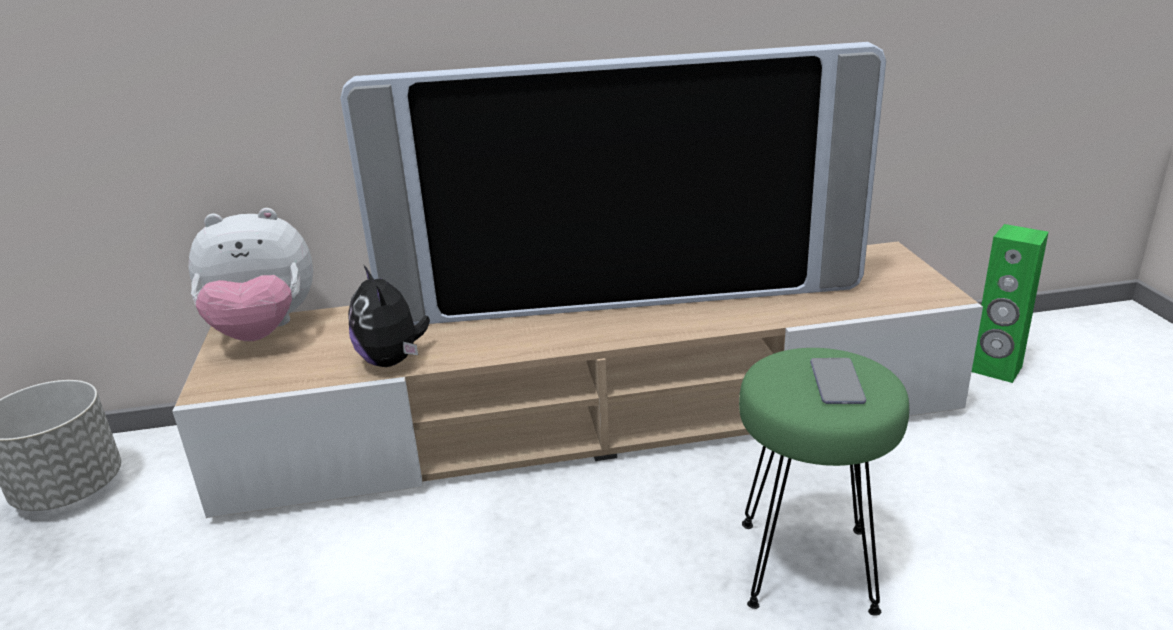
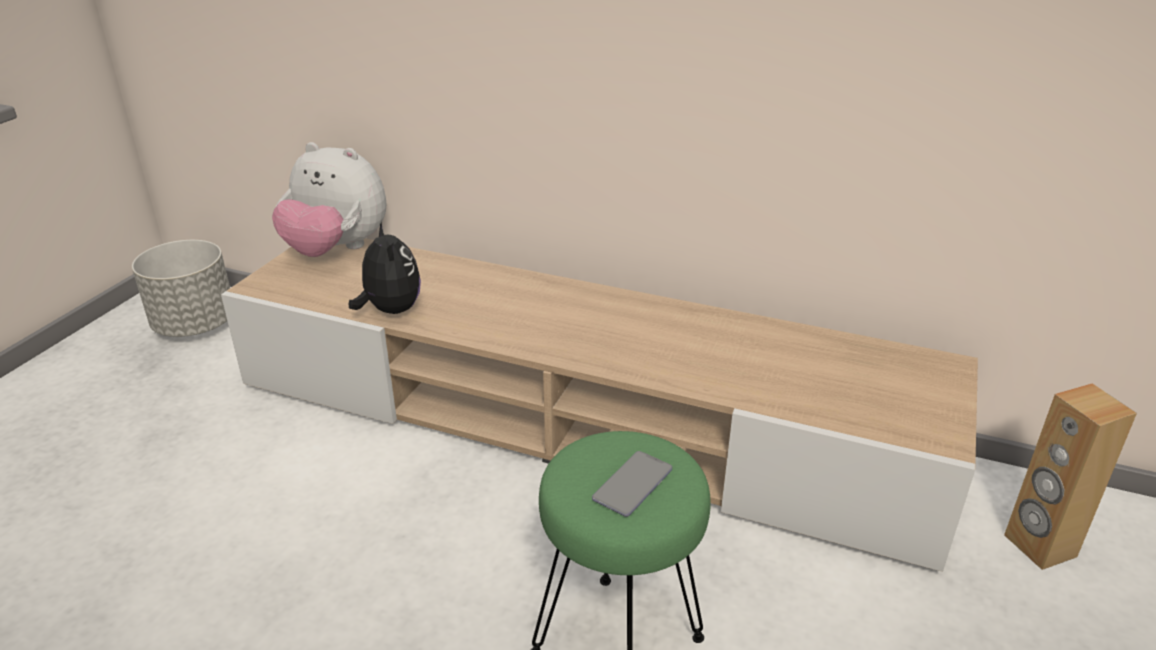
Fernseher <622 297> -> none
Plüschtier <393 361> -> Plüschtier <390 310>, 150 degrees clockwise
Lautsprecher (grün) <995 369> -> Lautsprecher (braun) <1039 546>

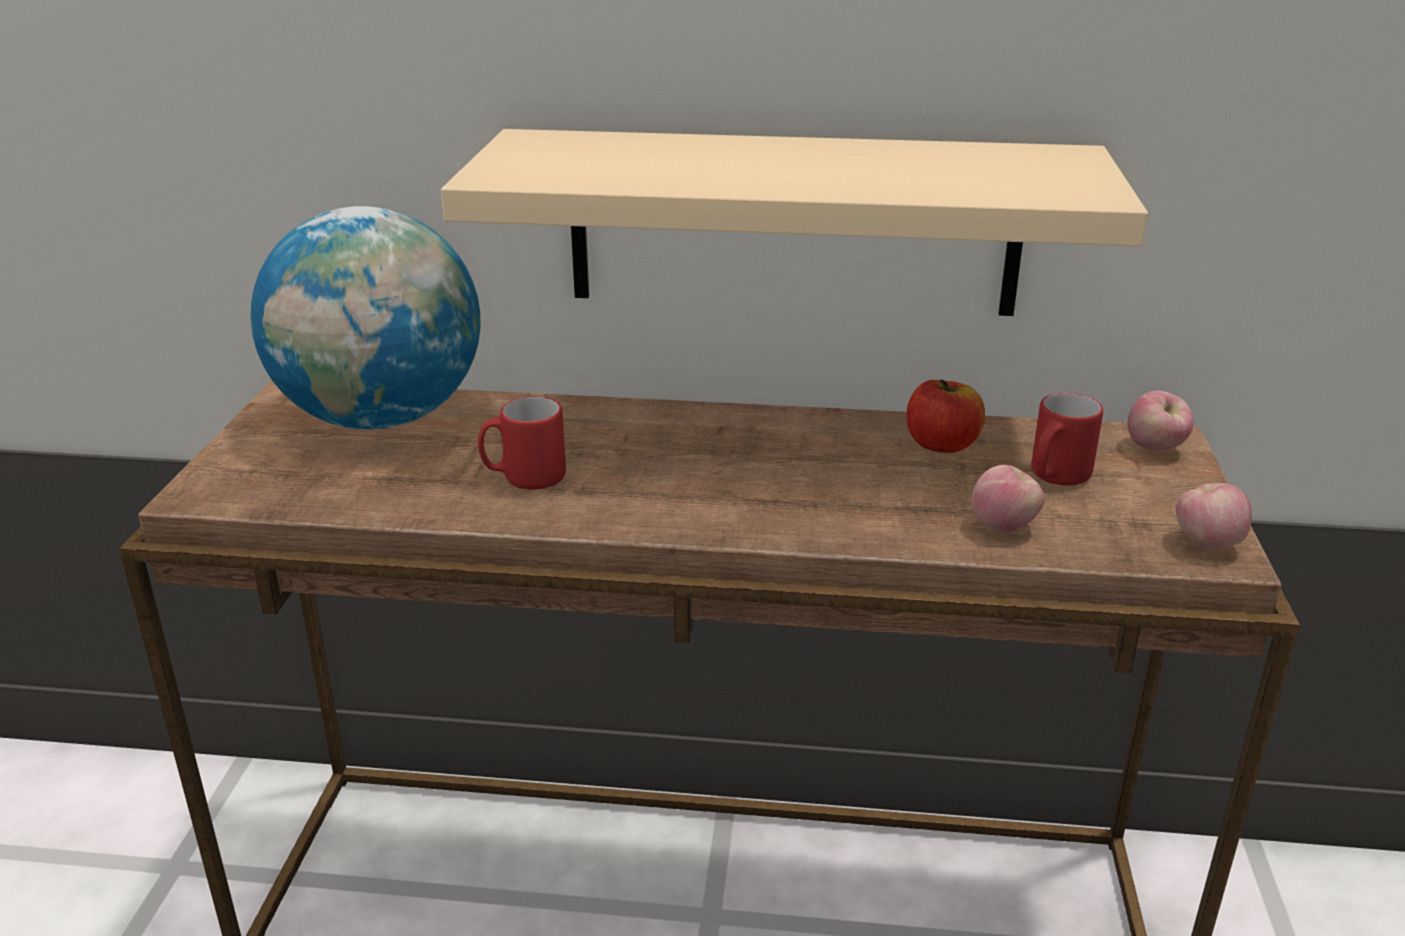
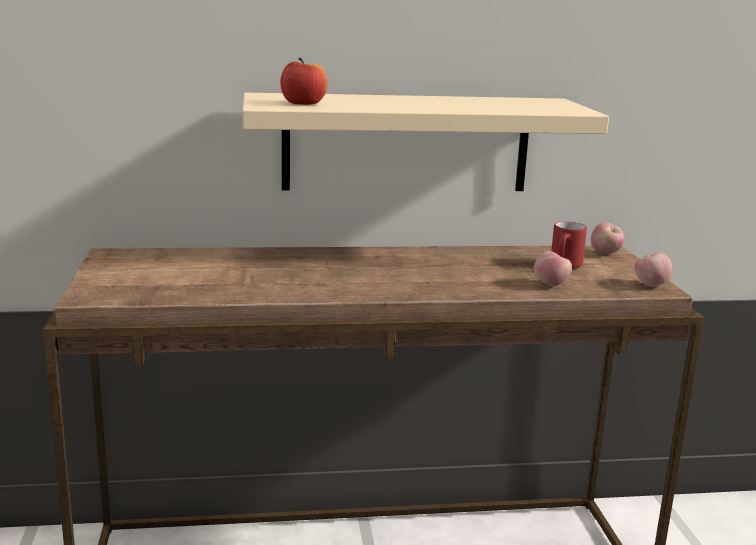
Globus <382 418> -> none
Henkelbecher (rot) <524 479> -> none
Apfel <942 445> -> Apfel <303 103>, move

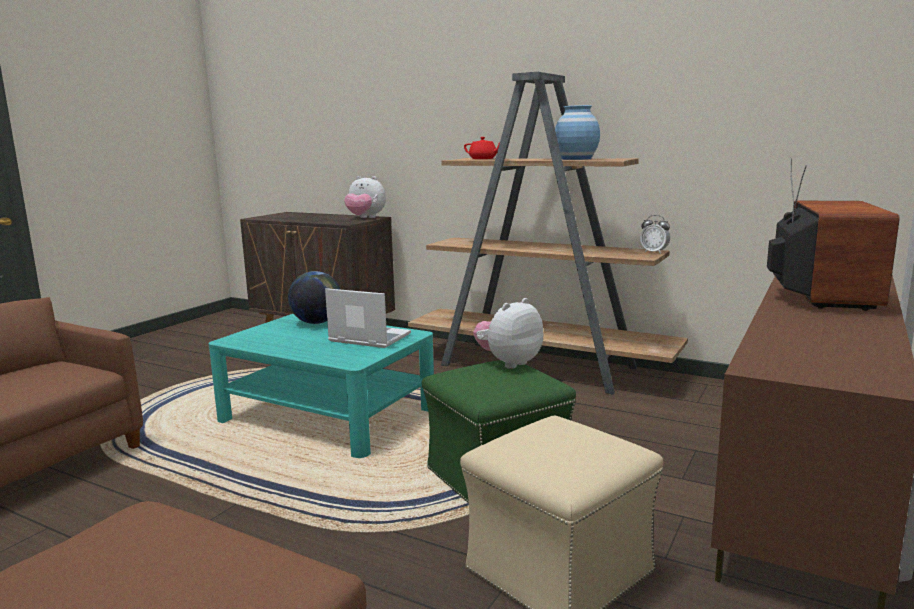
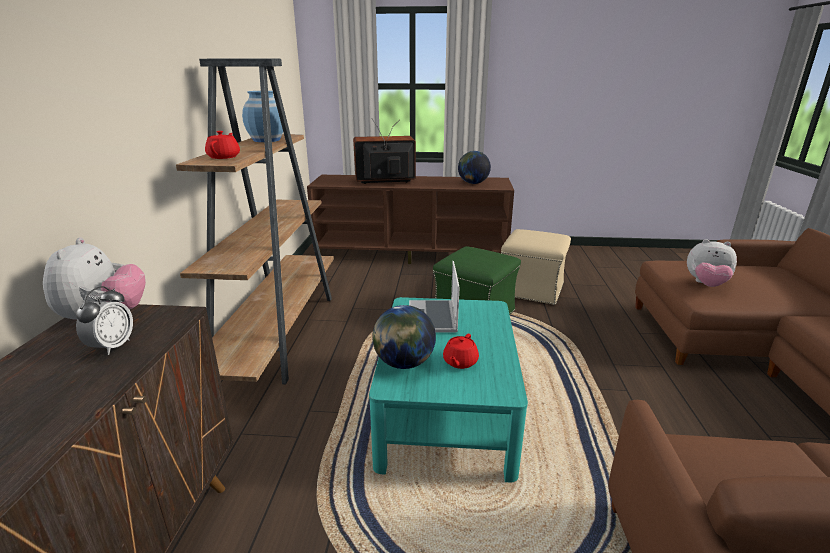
Plüschtier <509 363> -> Plüschtier <706 284>, move
Wecker <654 252> -> Wecker <112 346>, move
none -> Teekanne (rot) <460 362>
none -> Globus <473 183>

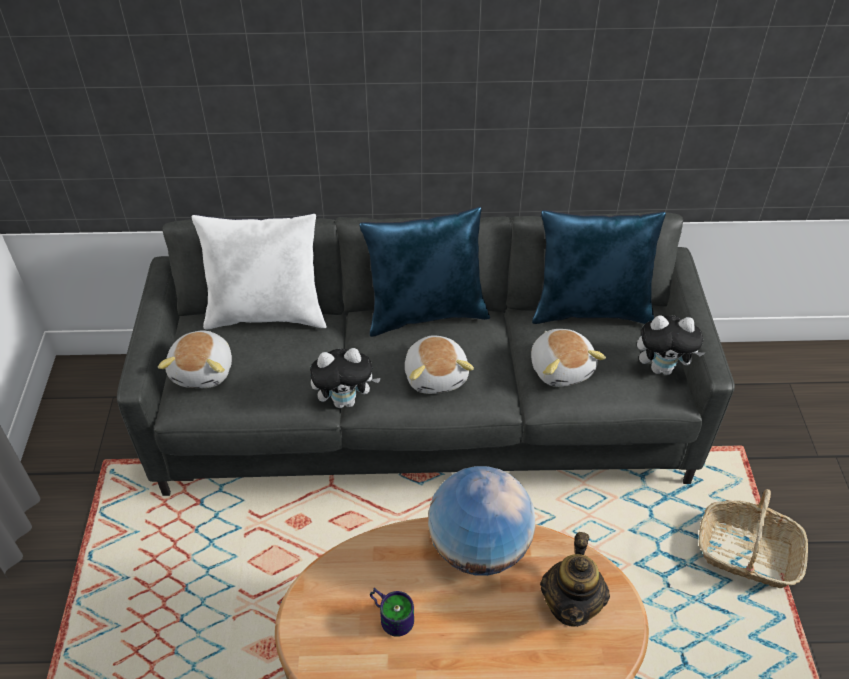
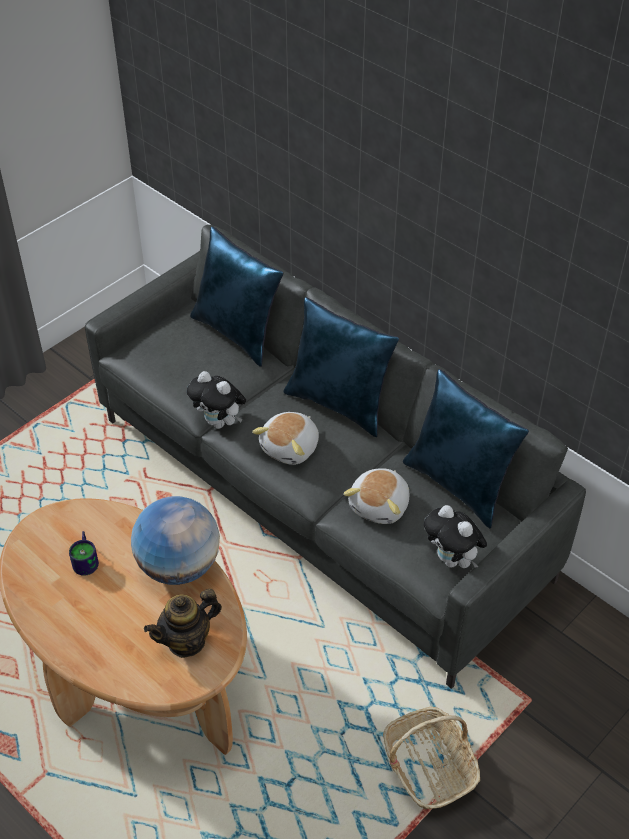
Plüschtier <204 370> -> none
Kissen (weiß) <268 314> -> Kissen (blau) <238 333>

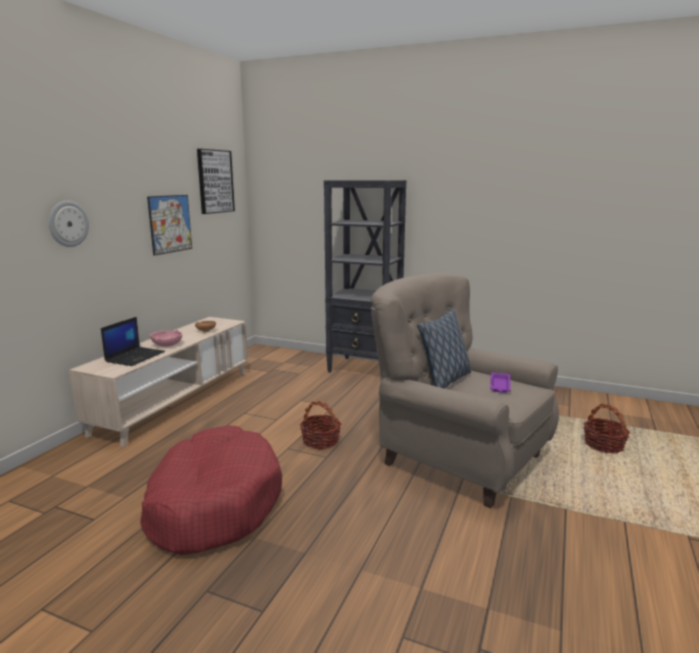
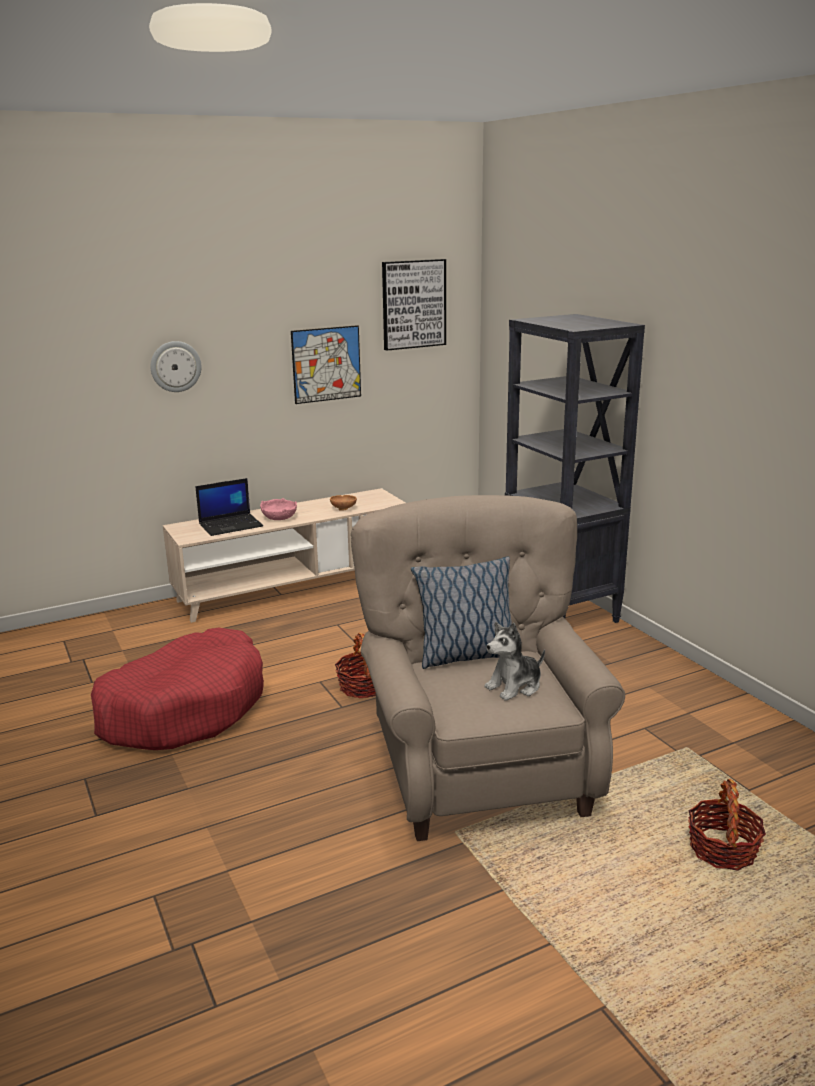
Tablett (lila) <500 385> -> Plüschtier <515 686>

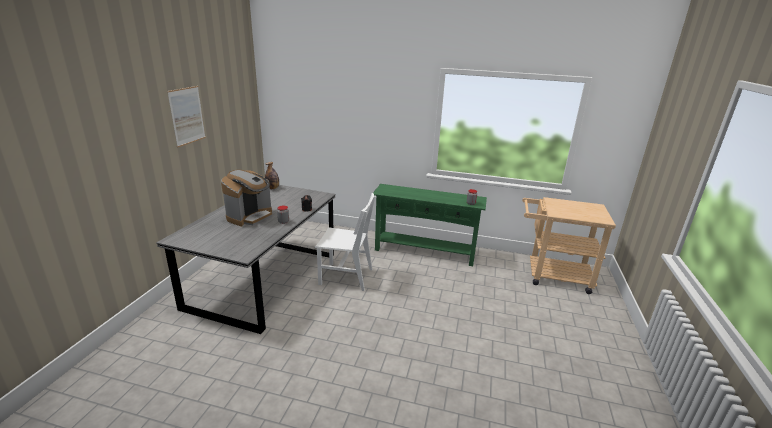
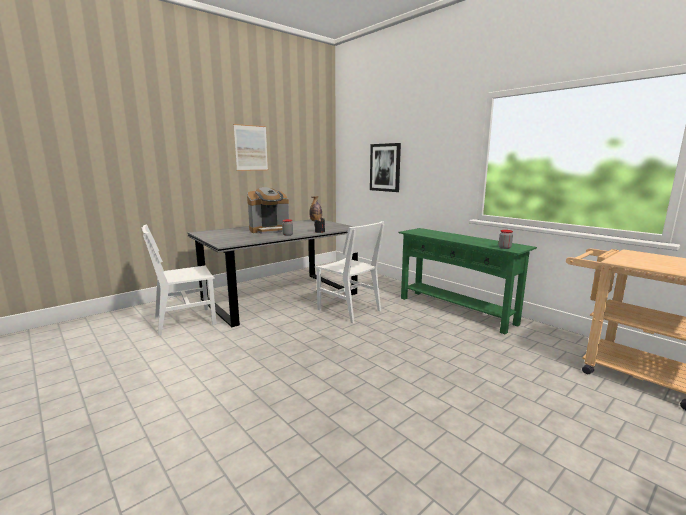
none -> Stuhl (weiß) <185 321>
none -> Bild <385 167>

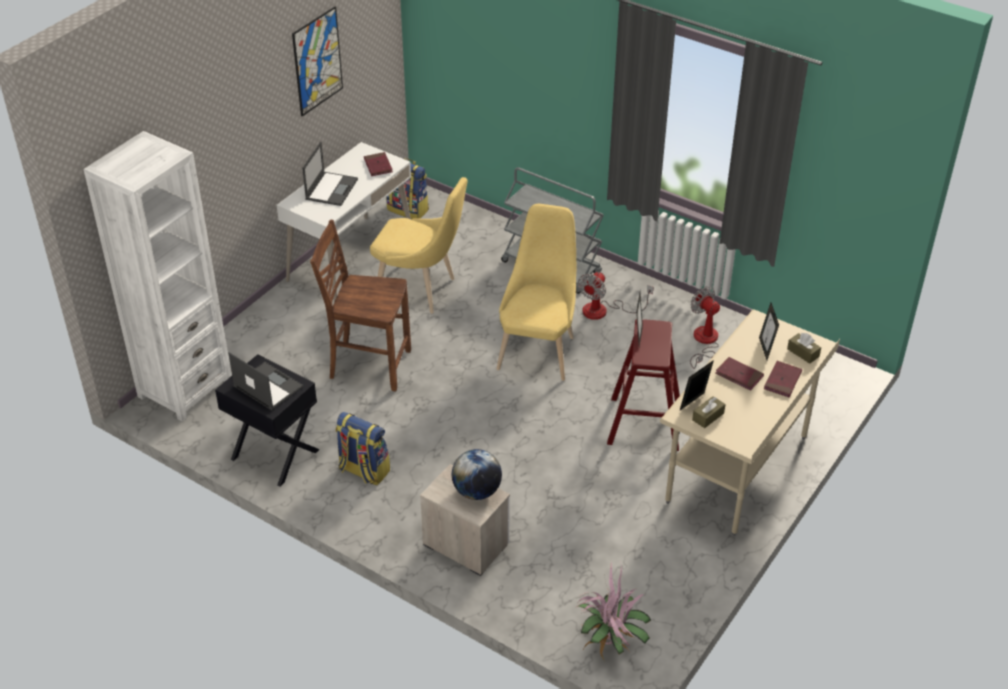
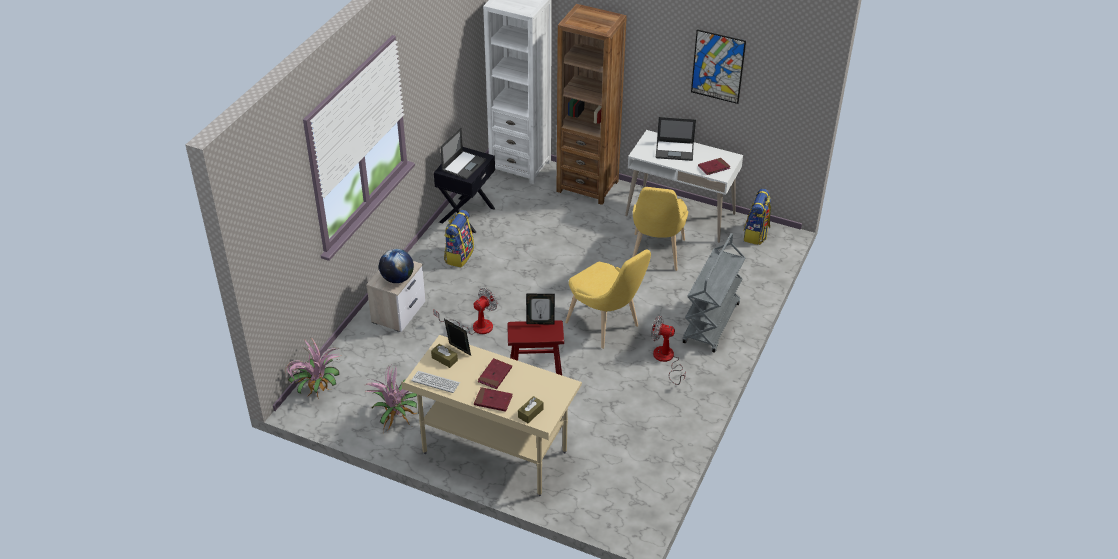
Stuhl (braun) <368 365> -> none
Stuhl (gelb) <538 349> -> Stuhl (gelb) <606 326>, 45 degrees clockwise
Ventilator <704 342> -> Ventilator <475 326>, move
Bilderrahmen <765 349> -> none
none -> Topfpflanze <398 418>
none -> Tastatur <435 382>
none -> Bücherregal (braun) <587 186>

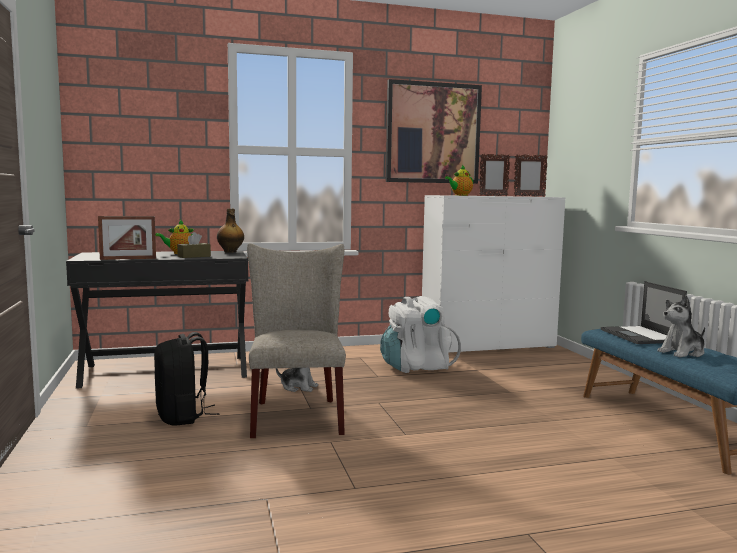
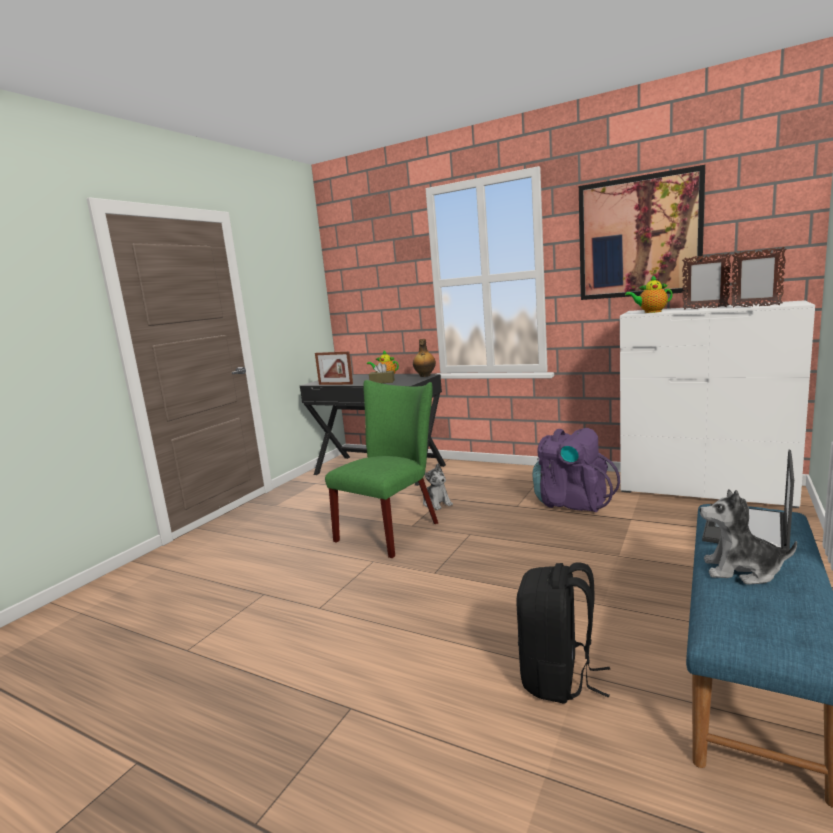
Rucksack (schwarz) <183 417> -> Rucksack (schwarz) <558 678>, move
Stuhl (beige) <296 414> -> Stuhl (grün) <392 529>
Rucksack (weiß) <416 367> -> Rucksack (lila) <572 502>

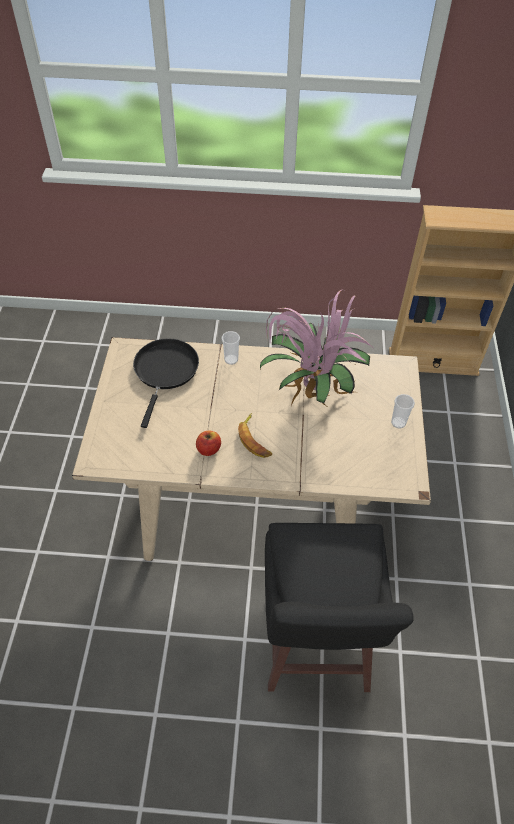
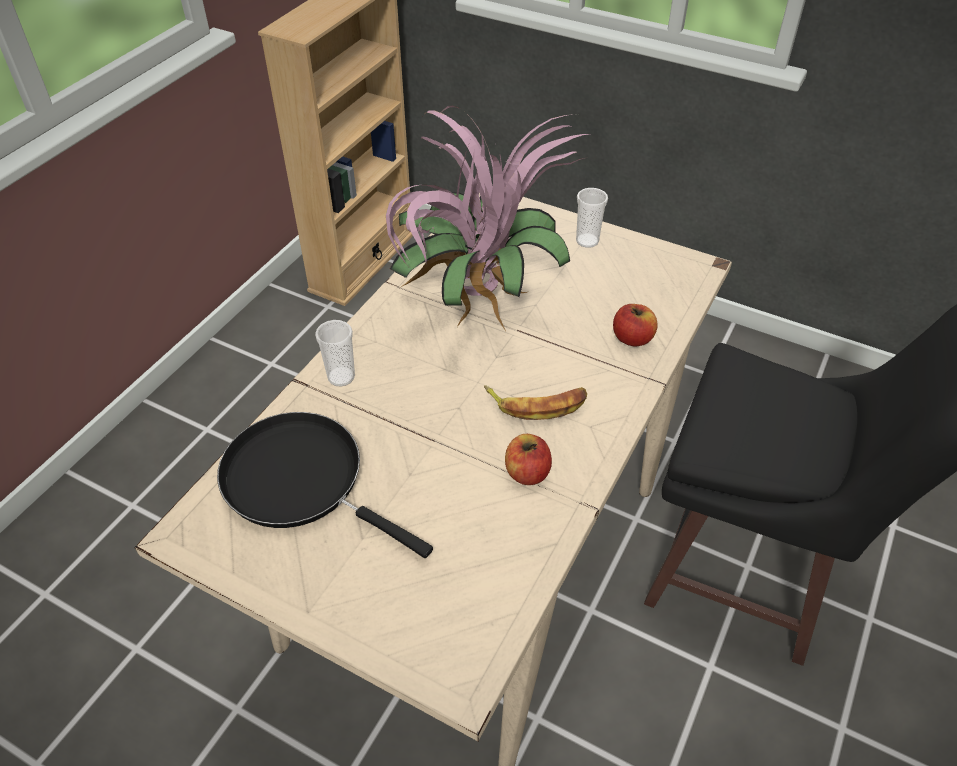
none -> Apfel <632 338>

